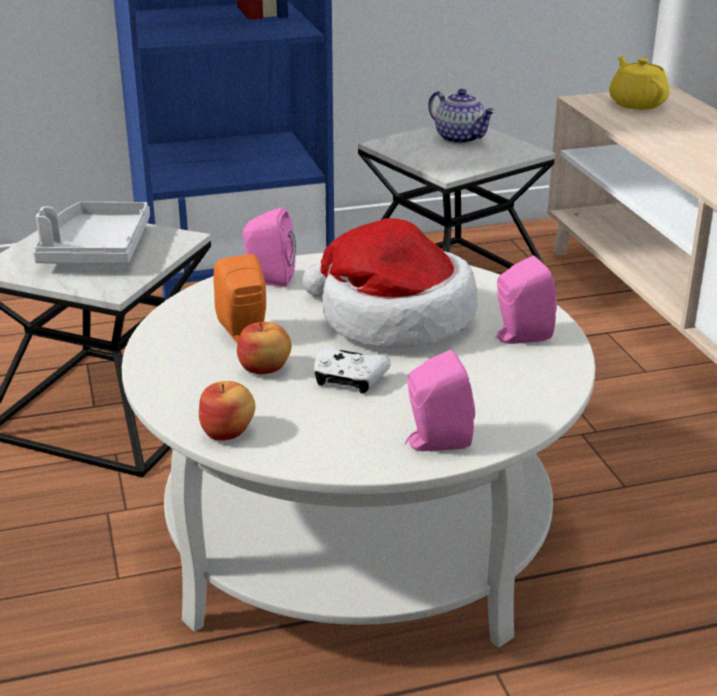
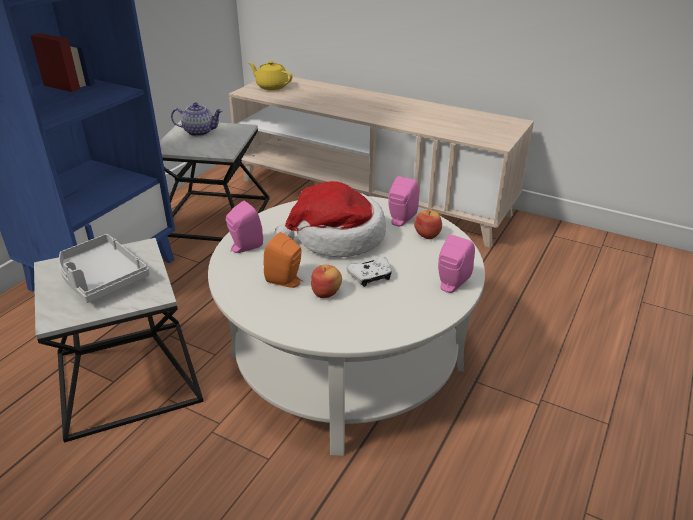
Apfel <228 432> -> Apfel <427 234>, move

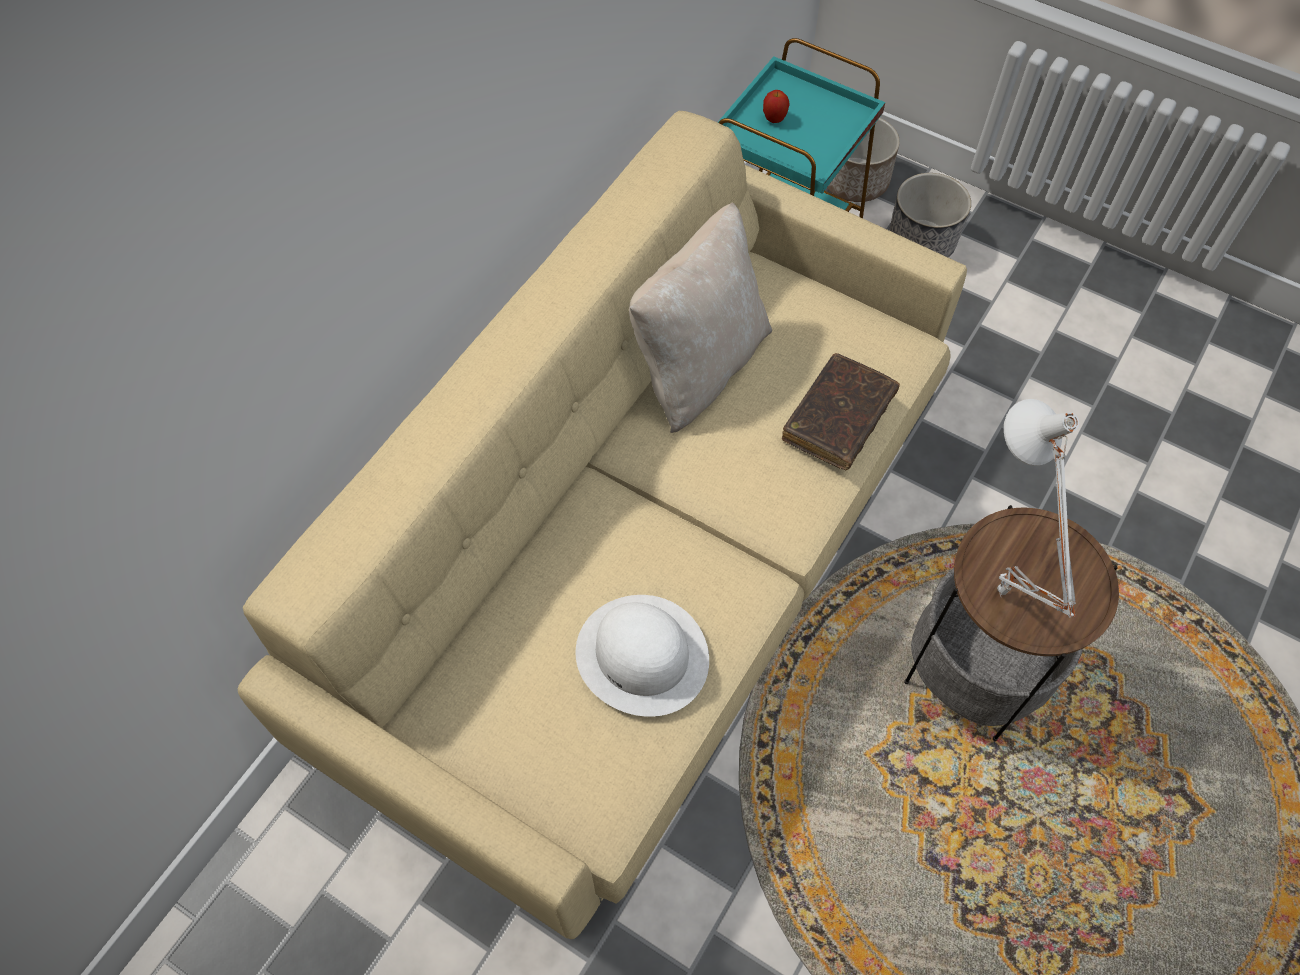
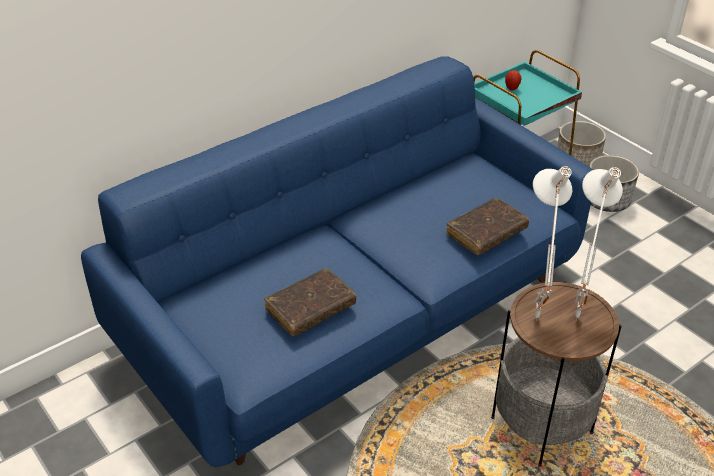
Sofa (beige) <648 564> -> Sofa (blau) <356 315>
Hut (weiß) <643 655> -> Buch (braun) <310 309>
Kissen (beige) <698 366> -> none
none -> Tischlampe (weiß) <573 318>

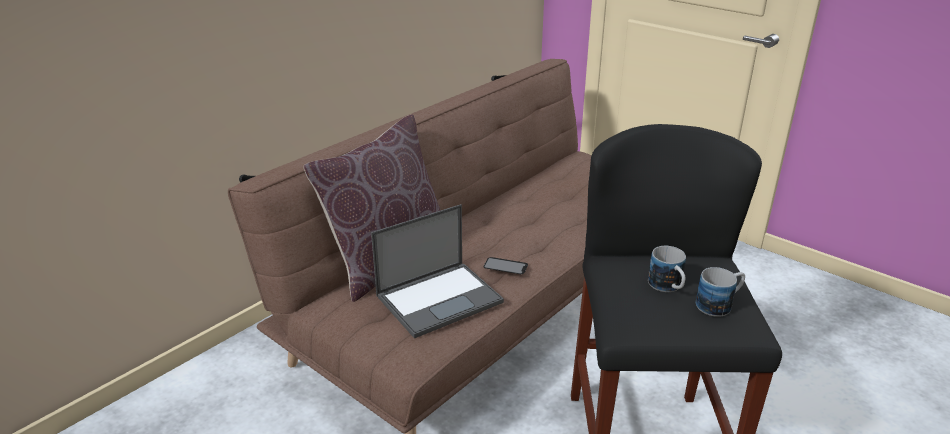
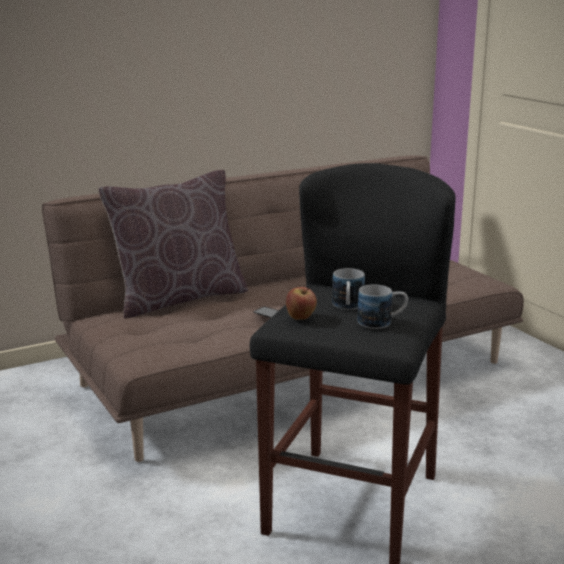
Laptop <440 298> -> none
none -> Apfel <301 318>

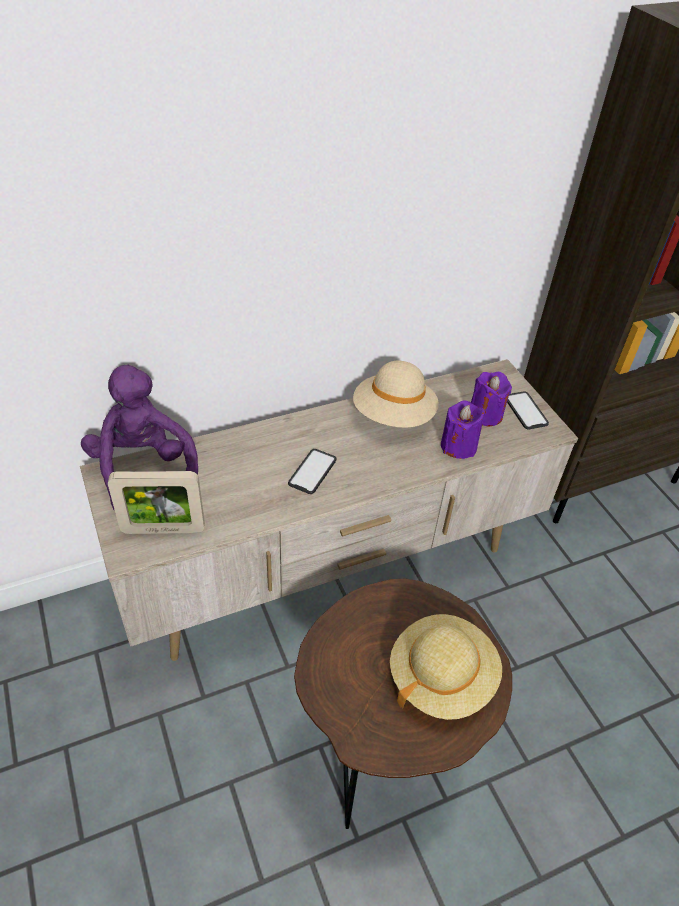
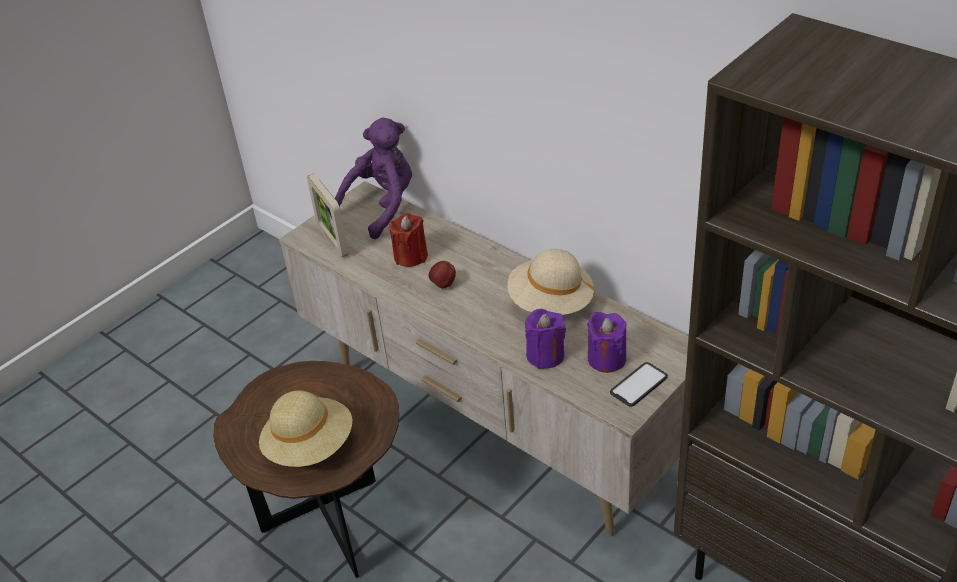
Handy <312 472> -> Apfel <443 285>
none -> Kerze (rot) <411 256>

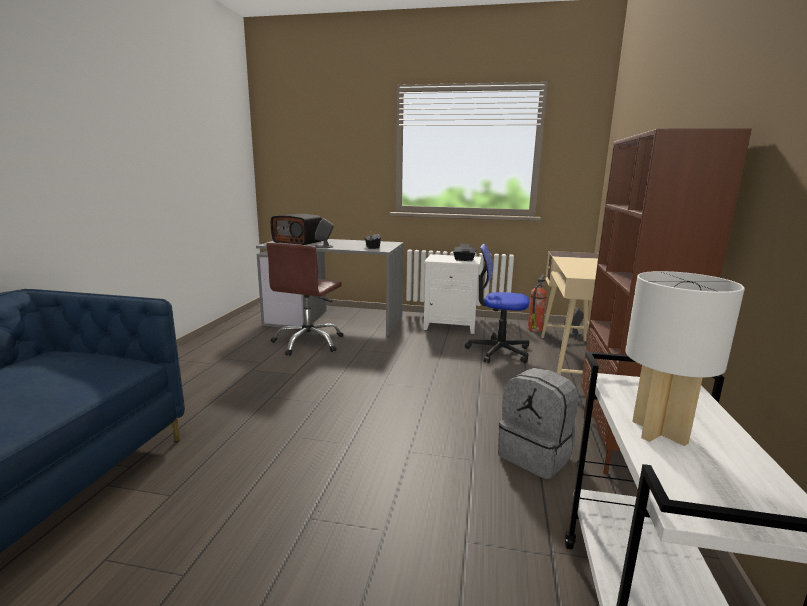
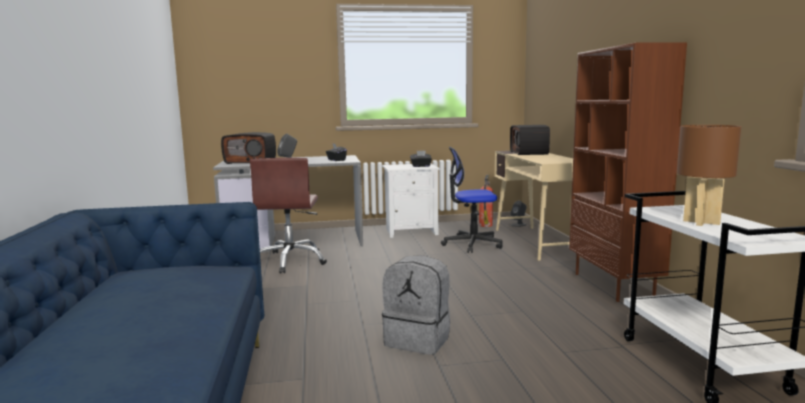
Rucksack (grau) <536 456> -> Rucksack (grau) <418 340>, move
Tischlampe (weiß) <659 431> -> Tischlampe (braun) <701 222>
none -> Radio <529 153>

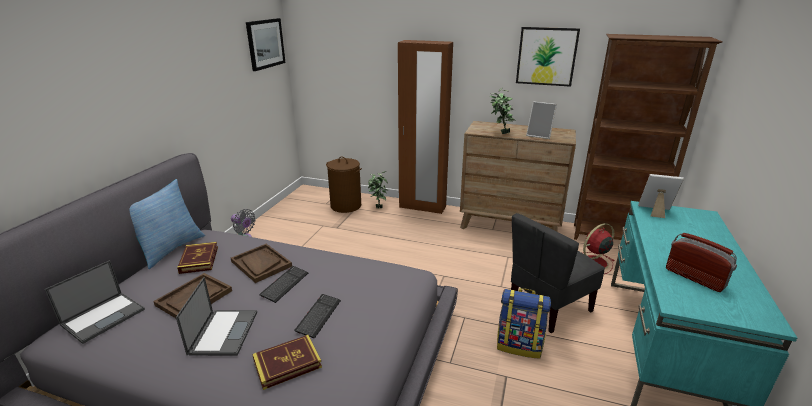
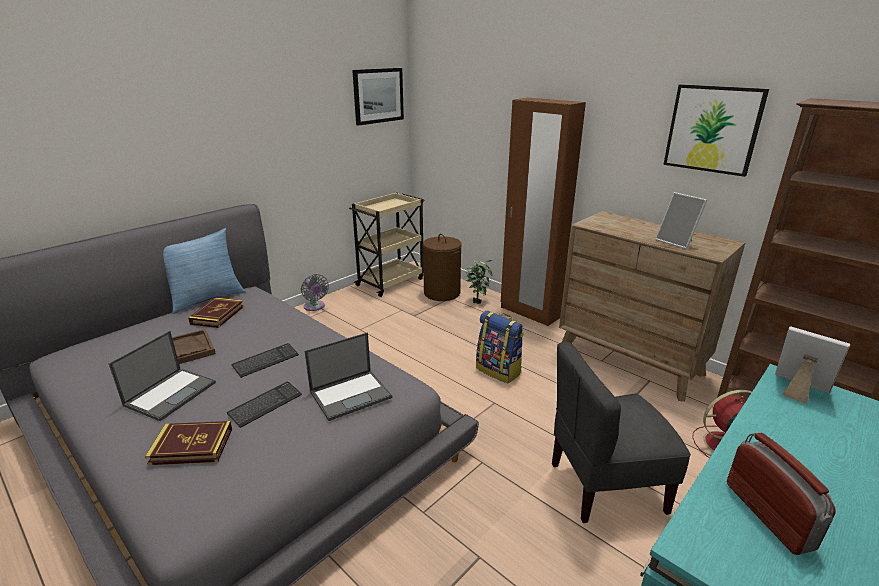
Laptop <104 316> -> Laptop <351 394>, move
Tablett (braun) <261 264> -> none
Topfpflanze <500 132> -> none
Rucksack <519 345> -> Rucksack <499 370>, move
none -> Rollwagen (beige) <391 281>

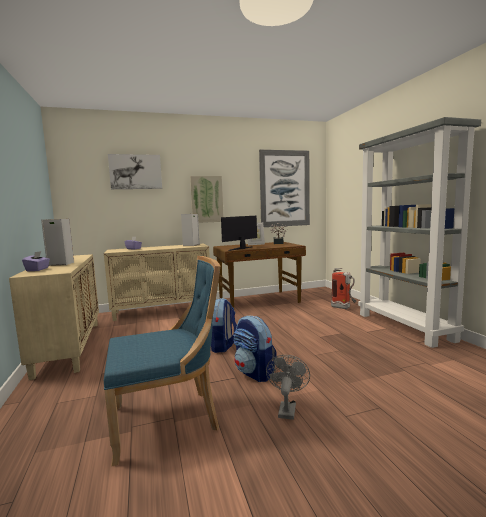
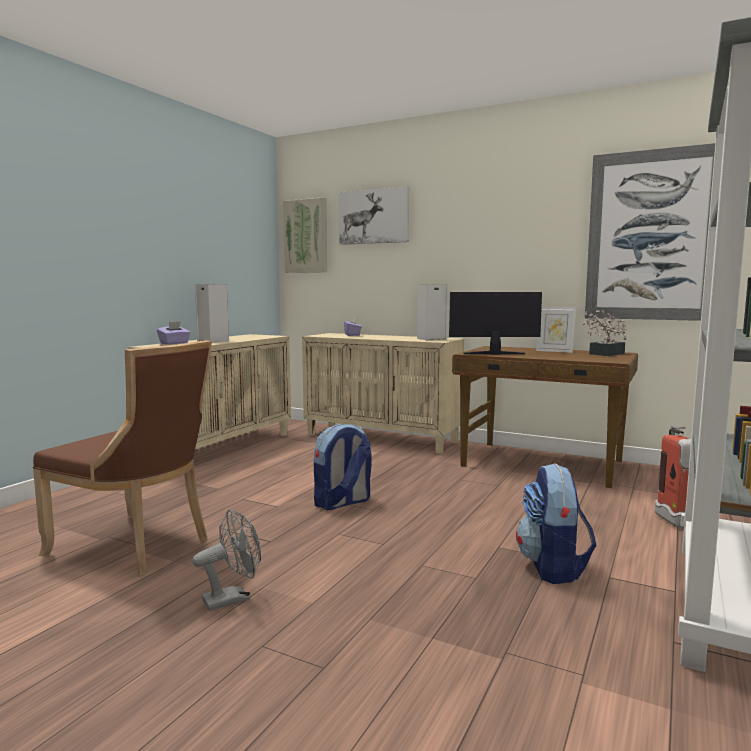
Stuhl (blau) <169 420> -> Stuhl (braun) <136 546>
Bild <206 199> -> Bild <306 236>, move
Rucksack <255 373> -> Rucksack <553 567>, move

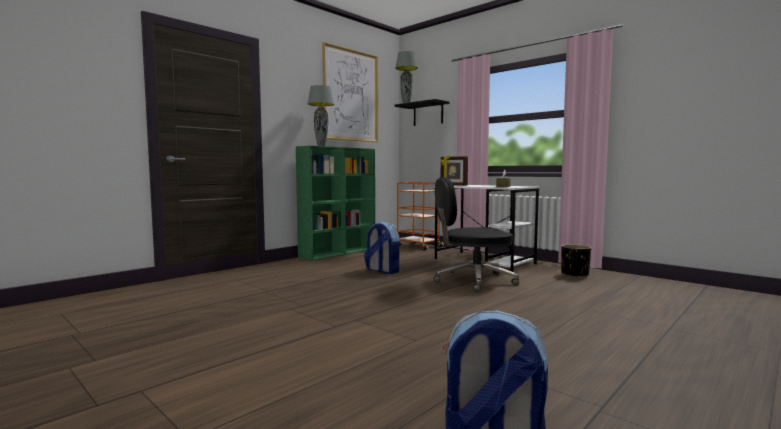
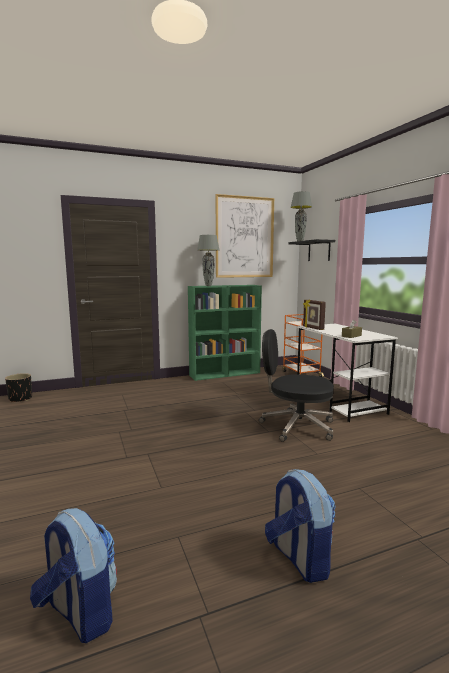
Rucksack <382 271> -> Rucksack <299 558>, move
Pflanzkübel (schwarz) <574 274> -> Pflanzkübel (schwarz) <20 399>, move

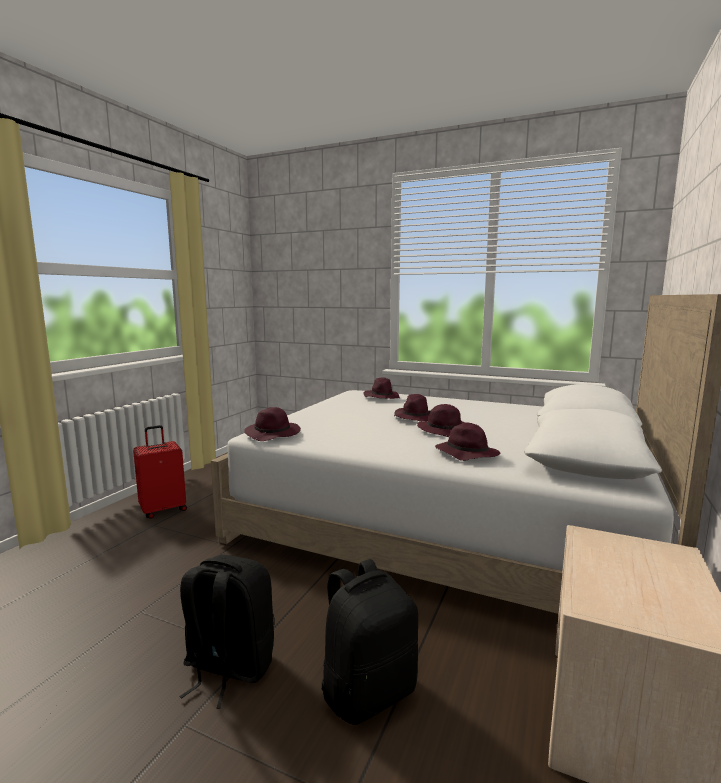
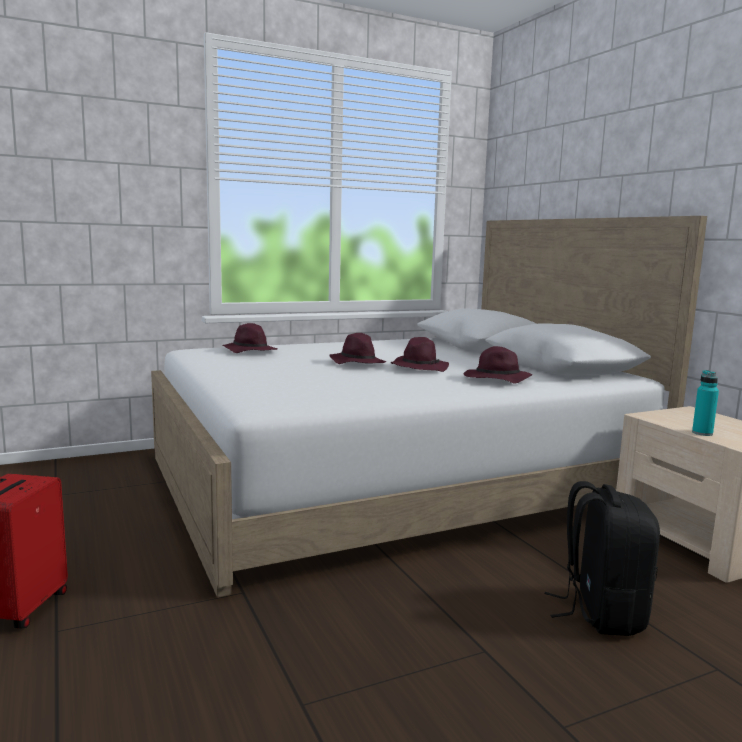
Rucksack (schwarz) <228 668> -> none
Hut (lila) <273 434> -> none
none -> Flasche (türkis) <702 433>

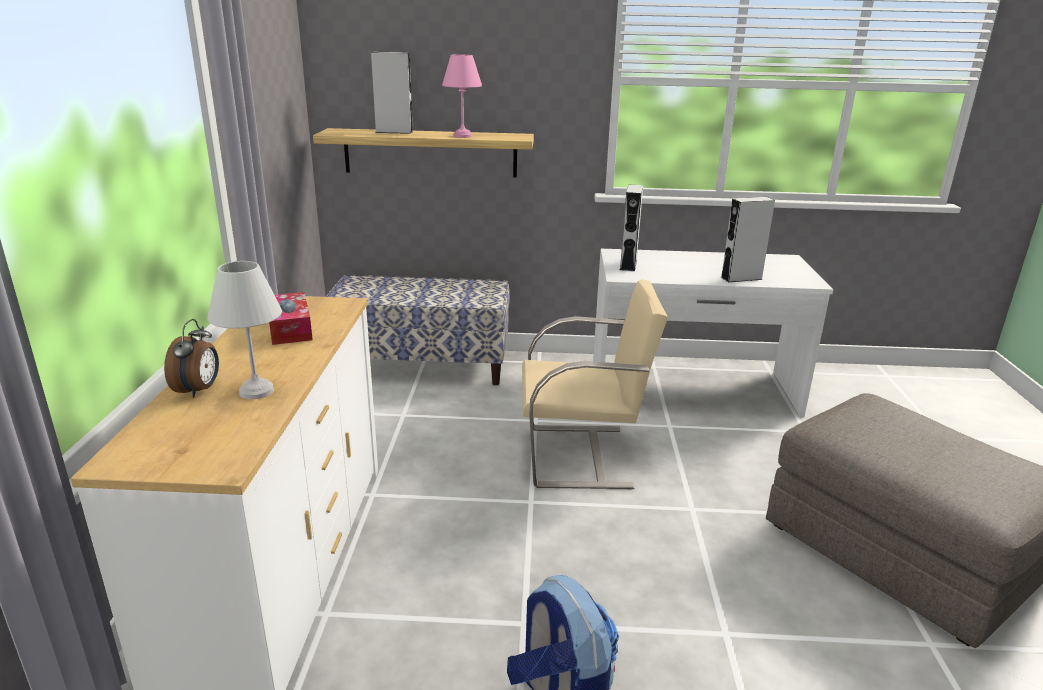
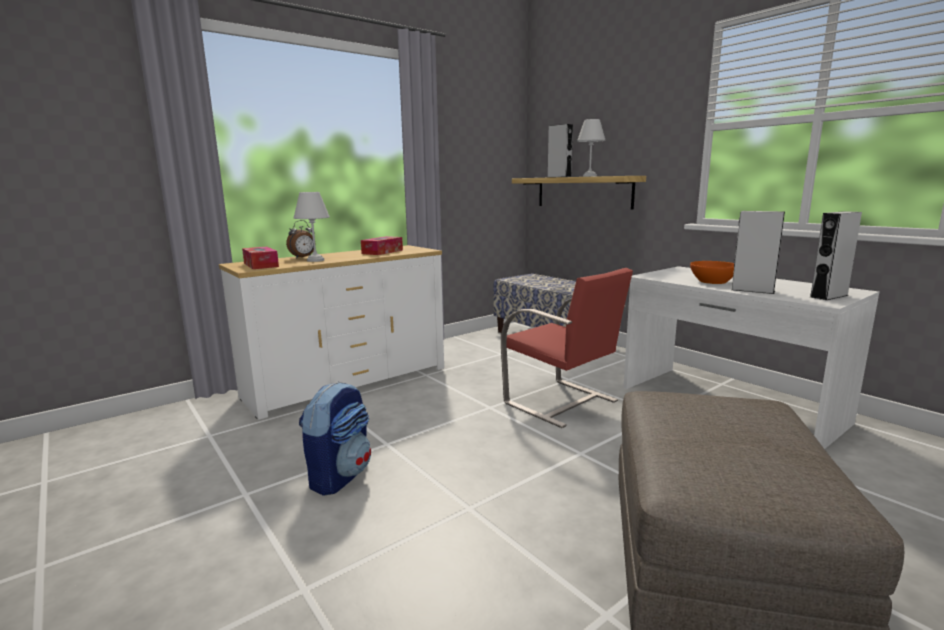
Tischlampe (rosa) <461 136> -> Tischlampe (weiß) <589 176>
Stuhl (beige) <582 456> -> Stuhl (rot) <562 403>
Lautsprecher (grau) <628 265> -> Lautsprecher (grau) <828 296>, move
none -> Taschentuchbox <261 265>
none -> Schüssel (orange) <713 281>

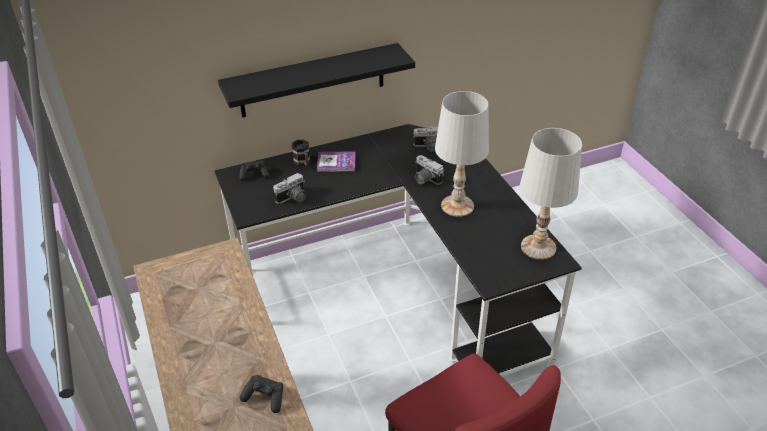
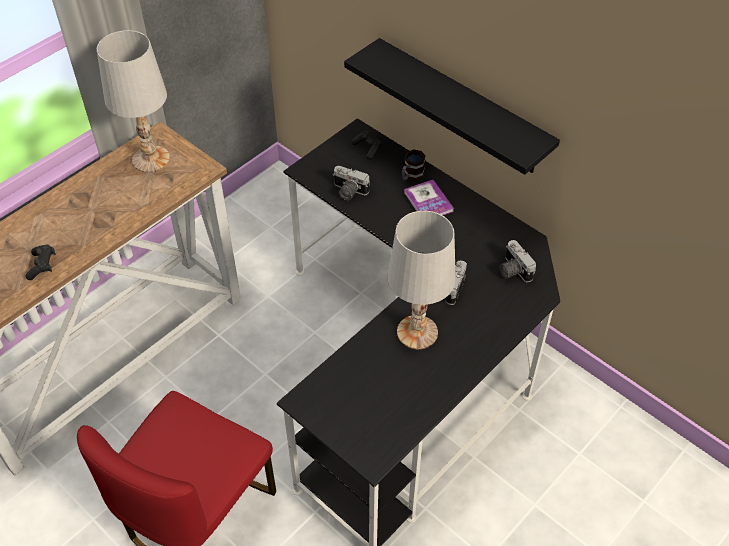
Tischlampe (weiß) <538 247> -> Tischlampe (weiß) <150 159>, move

